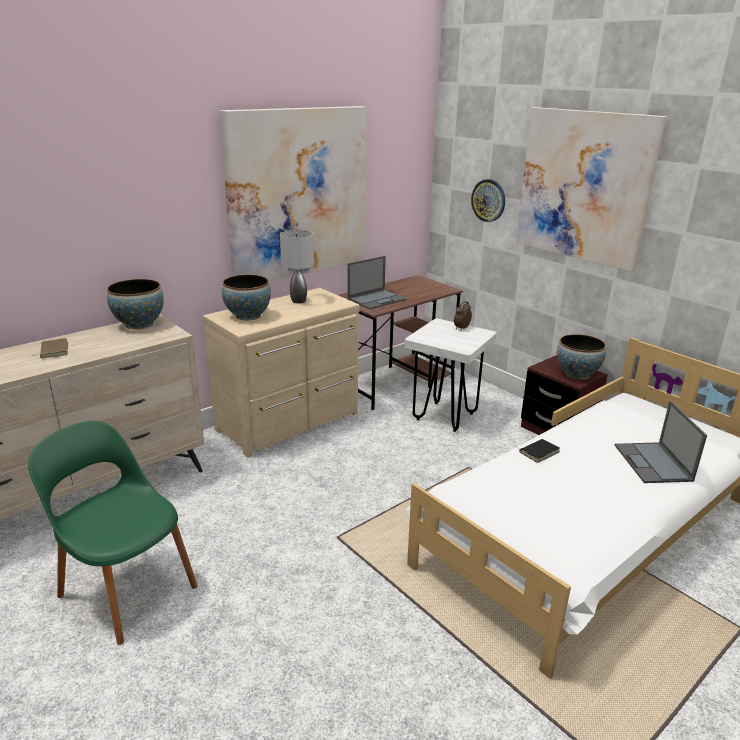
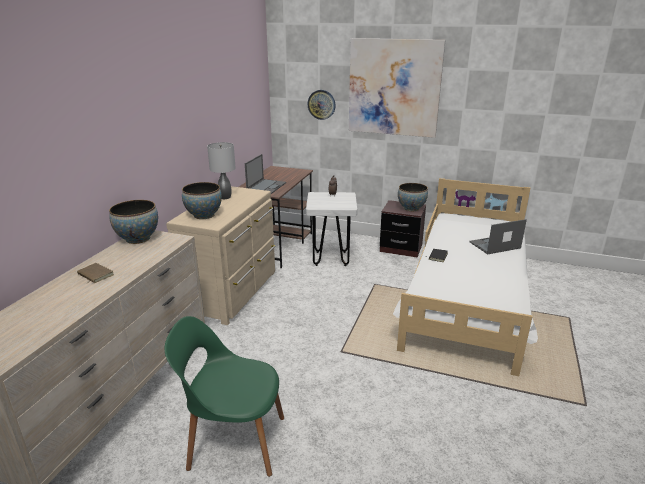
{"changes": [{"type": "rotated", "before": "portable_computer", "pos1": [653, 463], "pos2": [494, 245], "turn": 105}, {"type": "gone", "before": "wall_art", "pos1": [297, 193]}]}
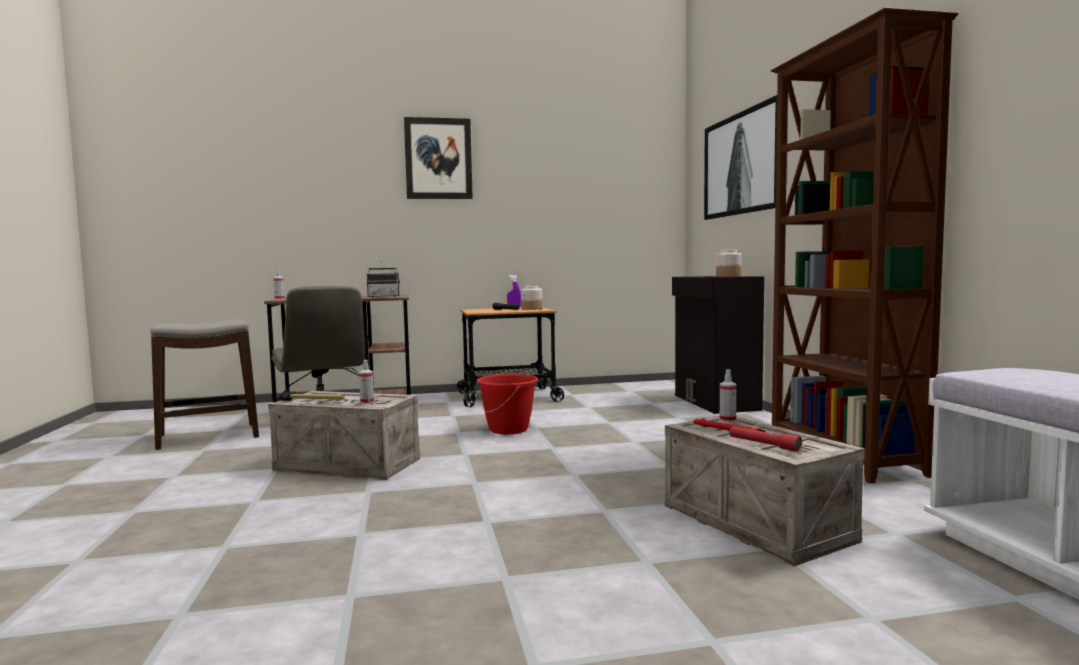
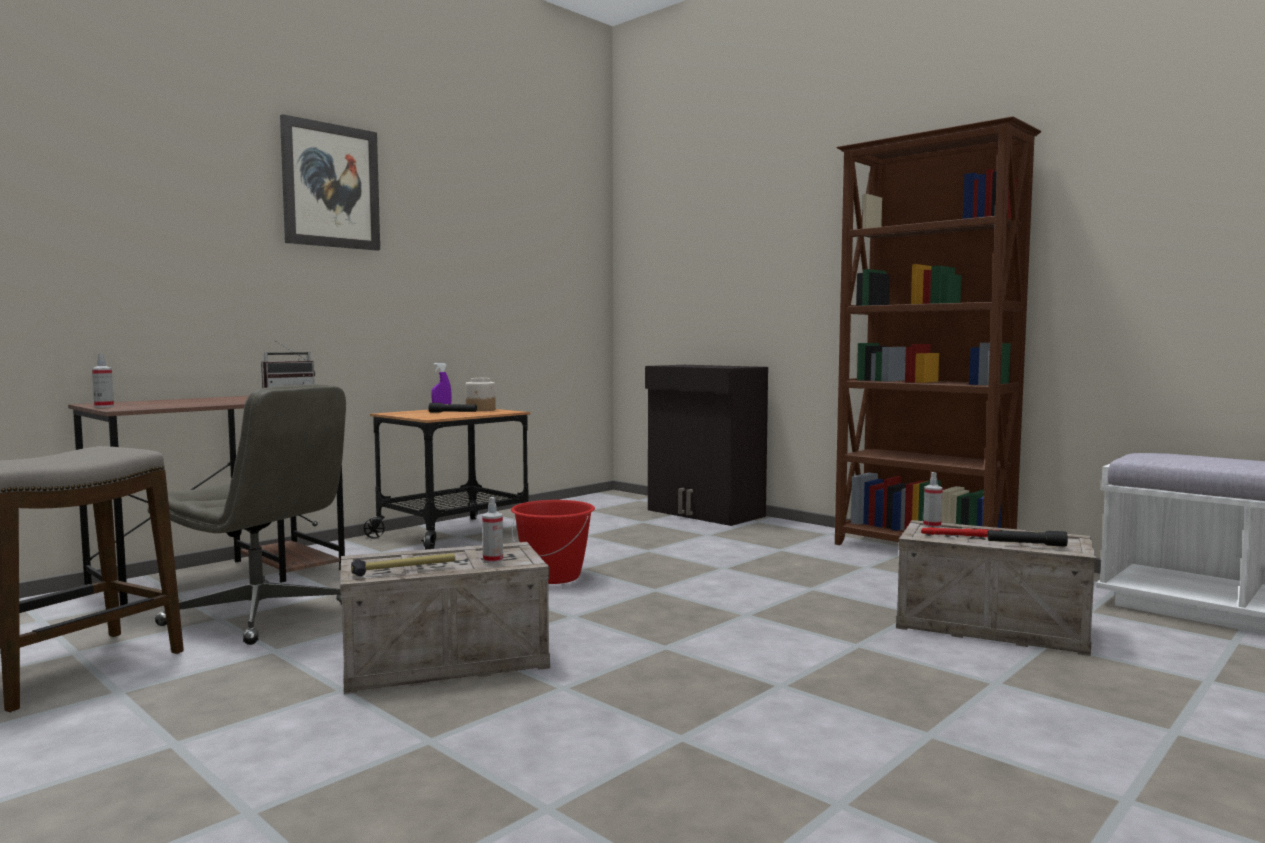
{"changes": [{"type": "repainted", "before": "red_flashlight", "after": "blackish_flashlight", "pos1": [763, 444], "pos2": [1026, 544]}, {"type": "gone", "before": "wall_art", "pos1": [740, 164]}, {"type": "gone", "before": "jar", "pos1": [728, 276]}]}
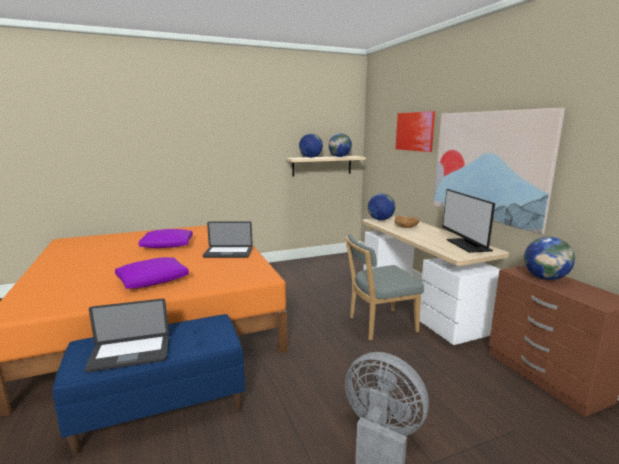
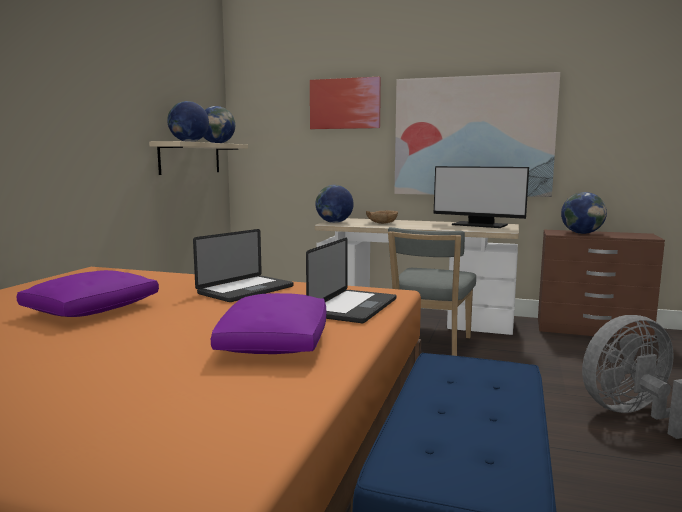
{"changes": [{"type": "shifted", "before": "portable_computer", "pos1": [130, 354], "pos2": [353, 307]}]}
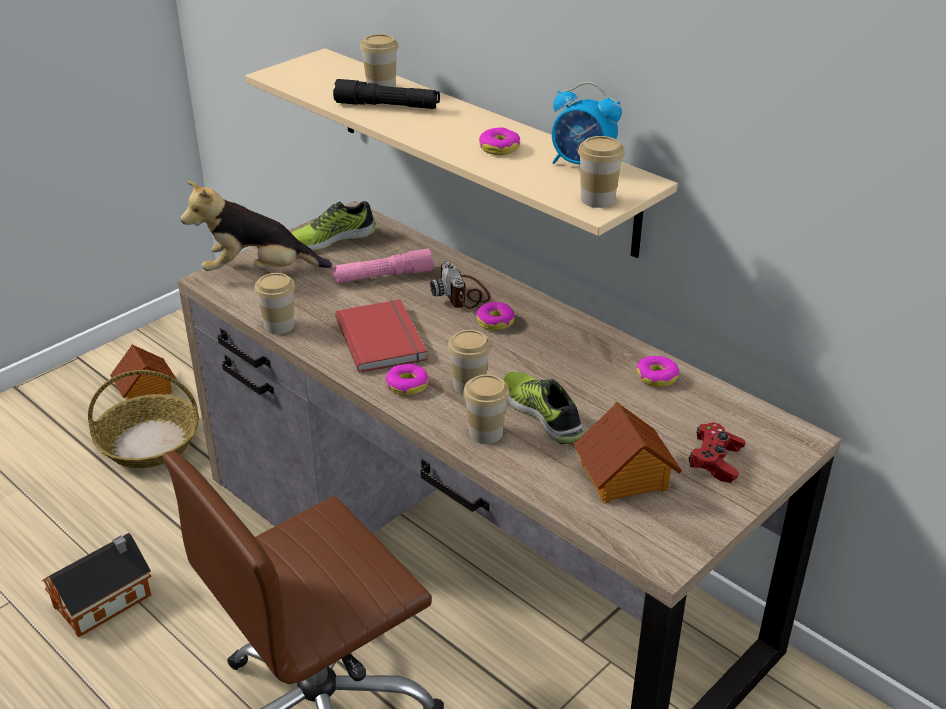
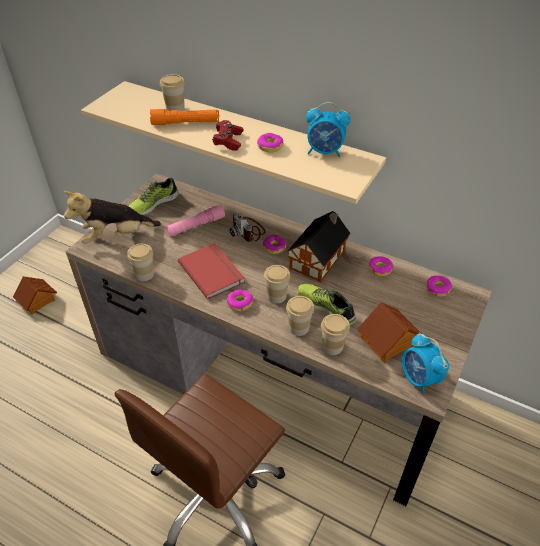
{"changes": [{"type": "repainted", "before": "blackish_flashlight", "after": "orange_flashlight", "pos1": [387, 106], "pos2": [185, 123]}, {"type": "shifted", "before": "red_game_controller", "pos1": [715, 461], "pos2": [228, 141]}, {"type": "shifted", "before": "model_house", "pos1": [107, 599], "pos2": [319, 258]}, {"type": "shifted", "before": "drinking_cup", "pos1": [597, 199], "pos2": [332, 346]}, {"type": "new", "after": "bedside_clock", "pos2": [419, 378]}, {"type": "new", "after": "ring_doughnut", "pos2": [437, 288]}, {"type": "gone", "before": "household_basket", "pos1": [148, 443]}]}
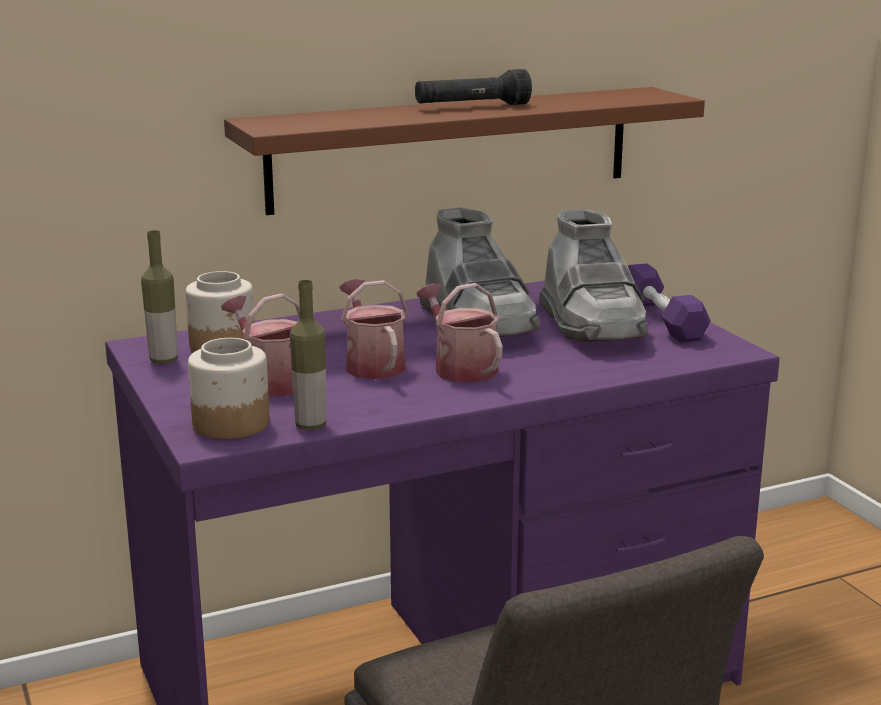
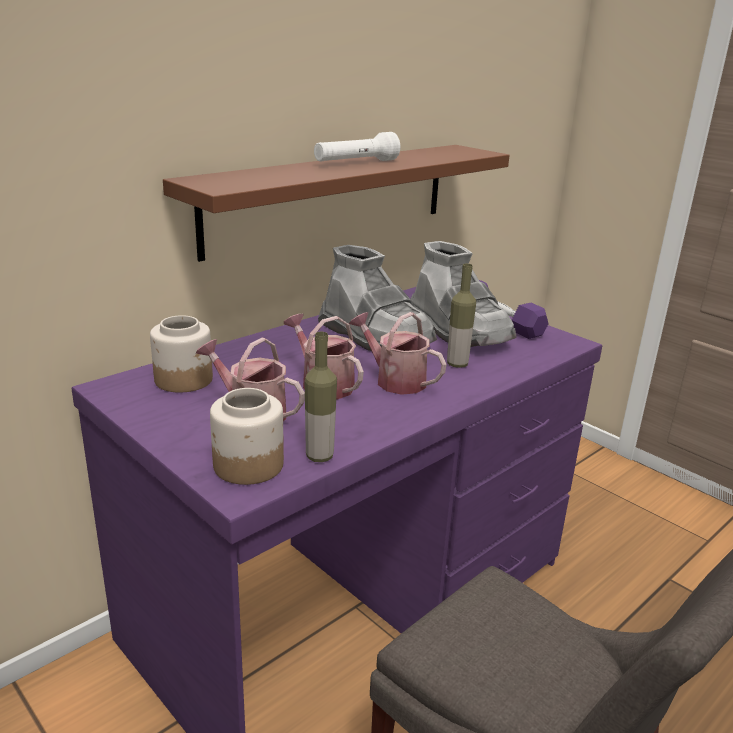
{"changes": [{"type": "repainted", "before": "blackish_flashlight", "after": "white-coloured_flashlight", "pos1": [472, 106], "pos2": [356, 163]}, {"type": "shifted", "before": "bottle", "pos1": [163, 360], "pos2": [457, 364]}]}
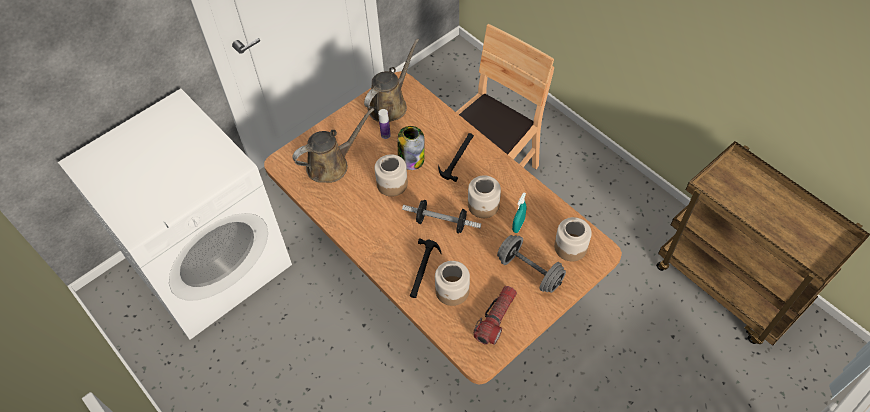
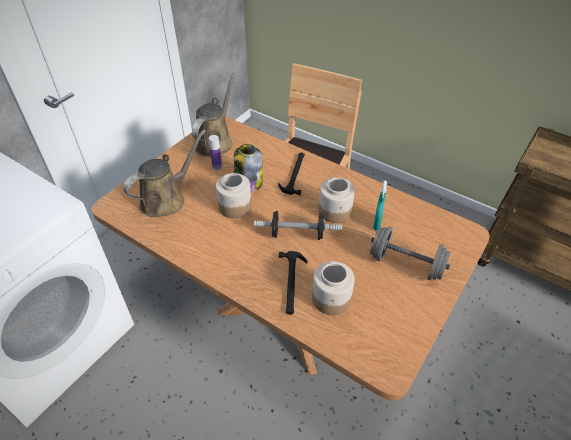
{"changes": [{"type": "gone", "before": "flashlight", "pos1": [496, 318]}, {"type": "gone", "before": "jar", "pos1": [570, 247]}]}
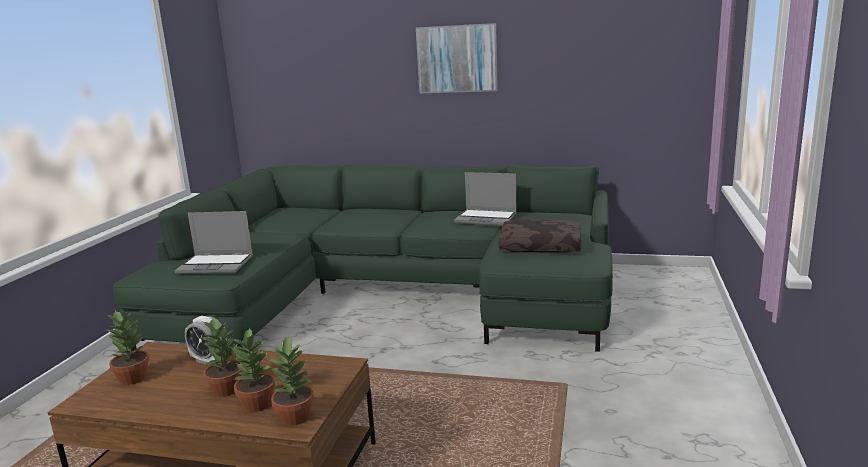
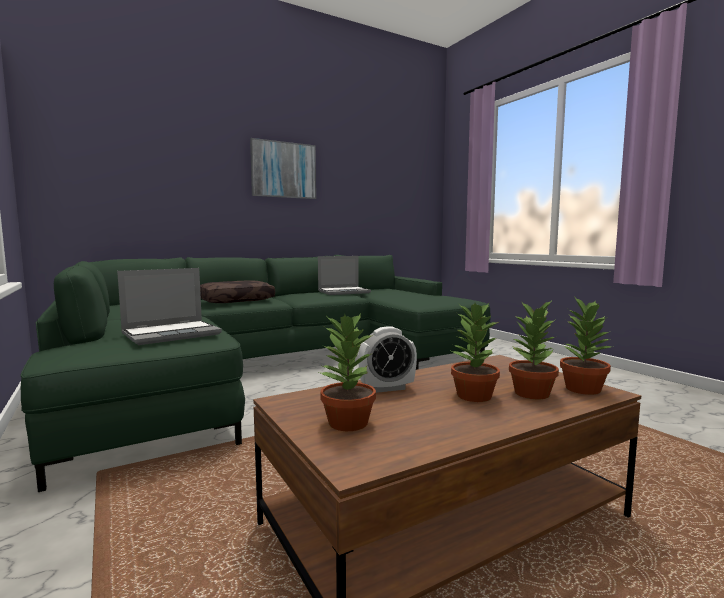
{"changes": [{"type": "shifted", "before": "brownish_cushion", "pos1": [541, 246], "pos2": [236, 300]}]}
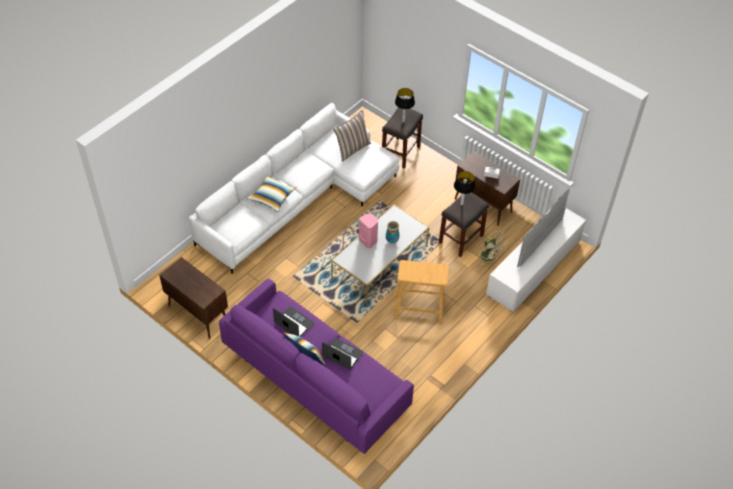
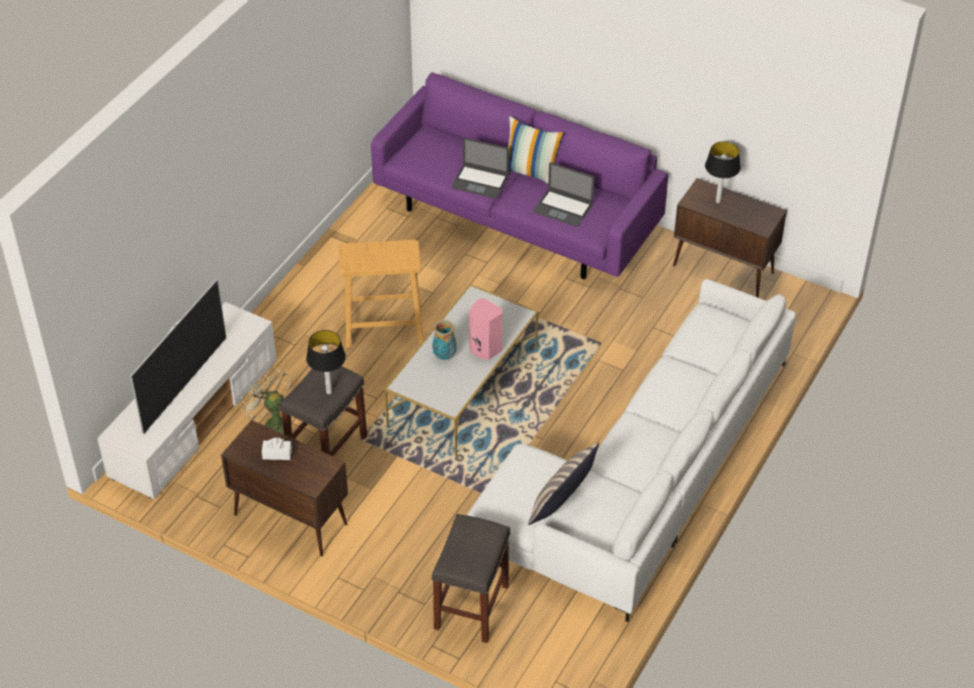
{"changes": [{"type": "shifted", "before": "tabletop_lamp", "pos1": [403, 121], "pos2": [717, 201]}, {"type": "gone", "before": "cushion", "pos1": [272, 197]}]}
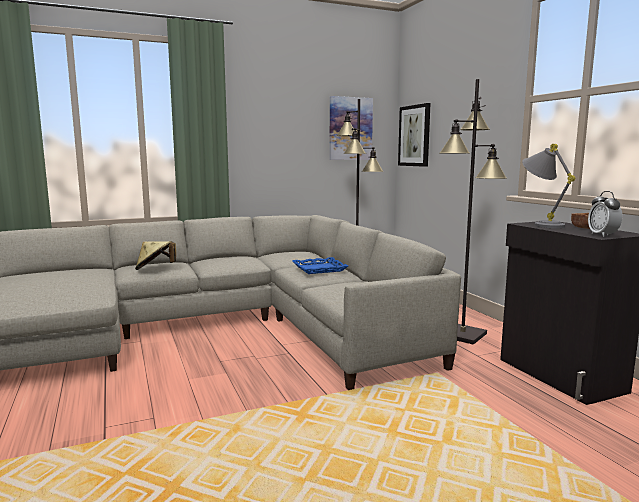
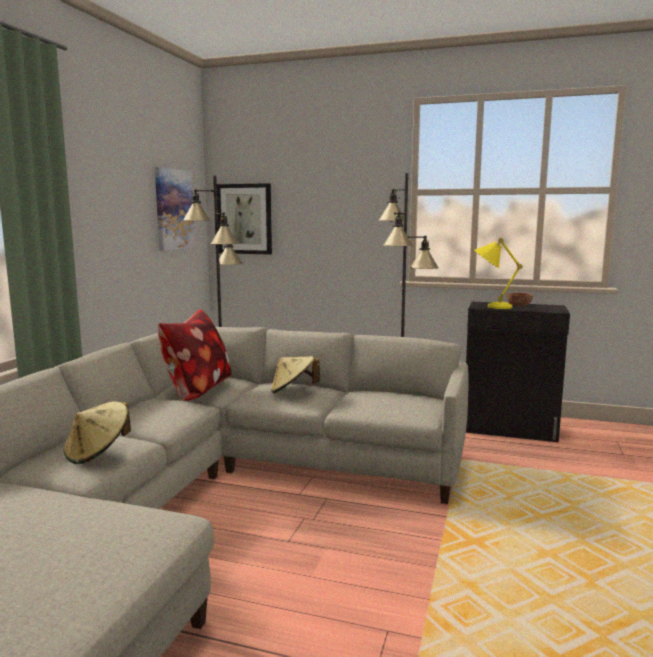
{"changes": [{"type": "new", "after": "cushion", "pos2": [197, 390]}, {"type": "swapped", "before": "blue-coloured_serving_tray", "after": "sand-coloured_hat", "pos1": [319, 269], "pos2": [293, 391]}, {"type": "repainted", "before": "greyish_tabletop_lamp", "after": "yellow-coloured_tabletop_lamp", "pos1": [541, 225], "pos2": [490, 306]}, {"type": "gone", "before": "bedside_clock", "pos1": [602, 235]}]}
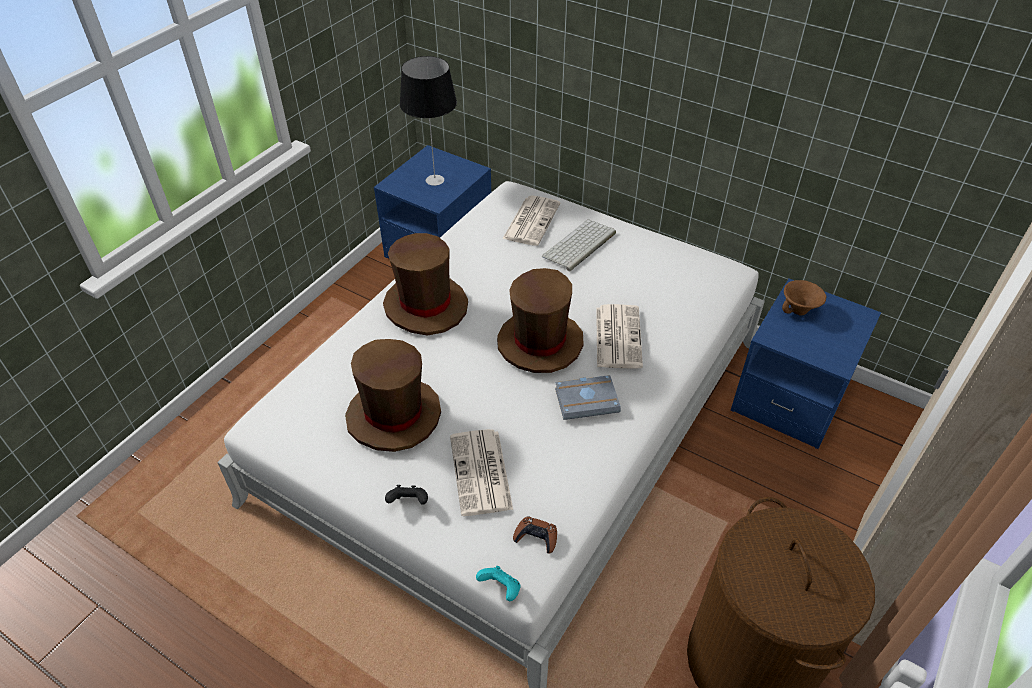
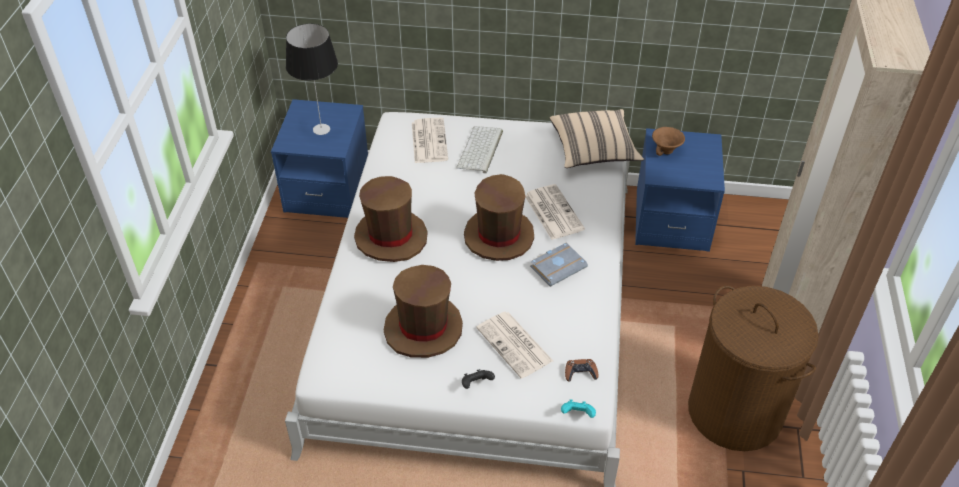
{"changes": [{"type": "new", "after": "sand-coloured_cushion", "pos2": [593, 150]}]}
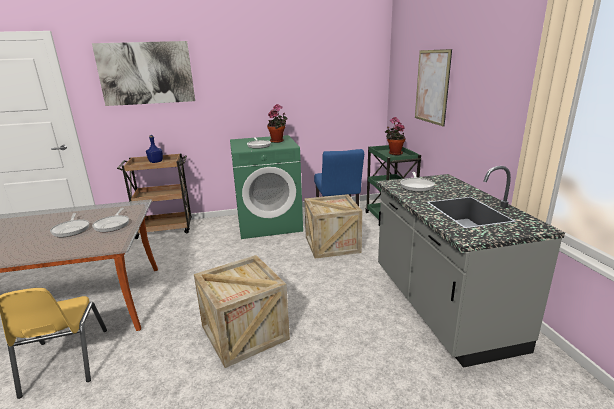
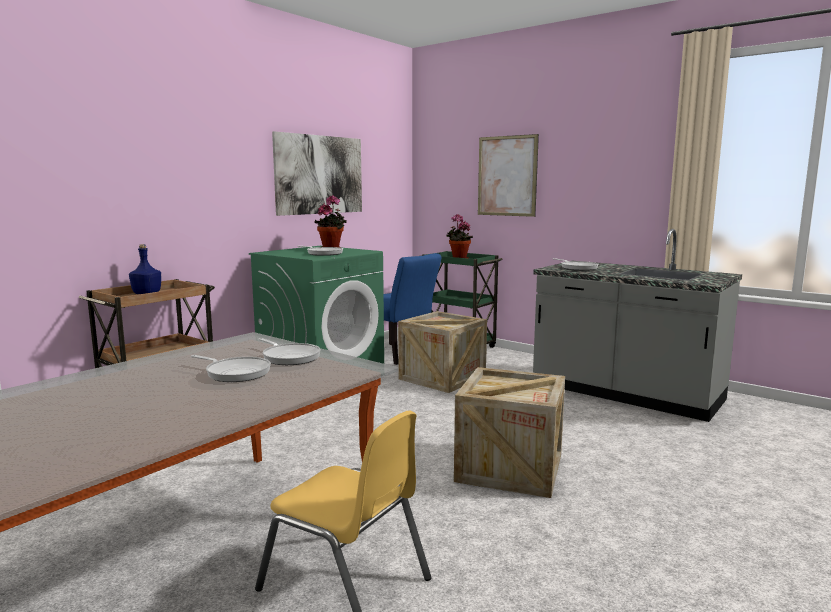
{"changes": [{"type": "shifted", "before": "wall_art", "pos1": [146, 73], "pos2": [320, 175]}]}
